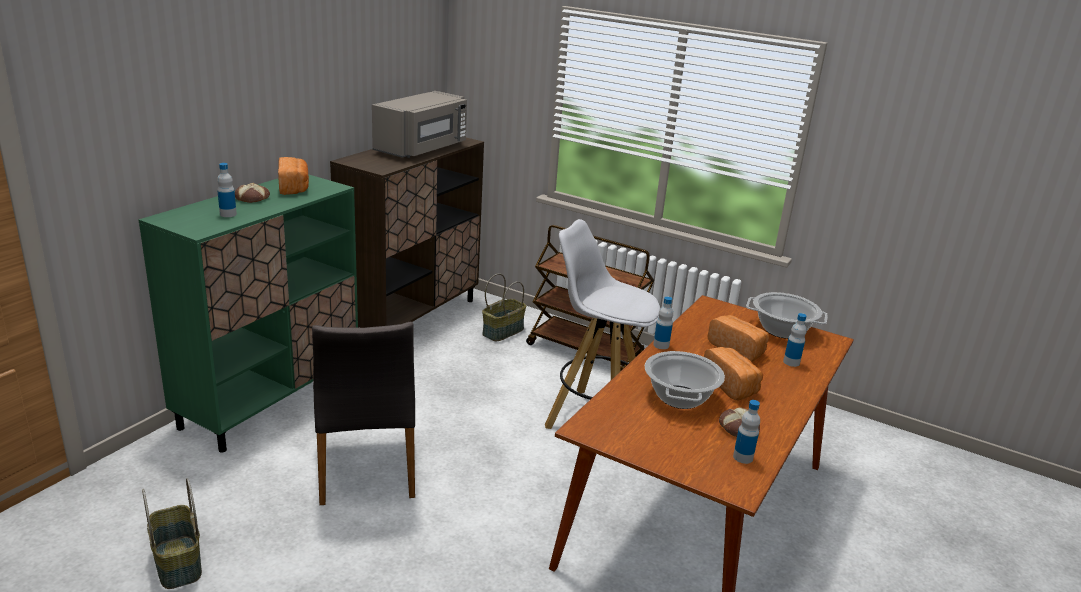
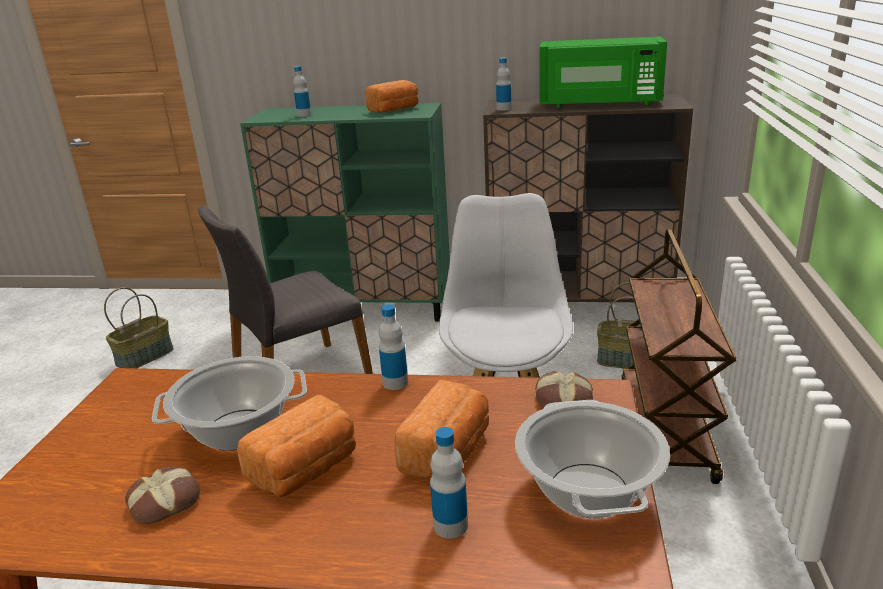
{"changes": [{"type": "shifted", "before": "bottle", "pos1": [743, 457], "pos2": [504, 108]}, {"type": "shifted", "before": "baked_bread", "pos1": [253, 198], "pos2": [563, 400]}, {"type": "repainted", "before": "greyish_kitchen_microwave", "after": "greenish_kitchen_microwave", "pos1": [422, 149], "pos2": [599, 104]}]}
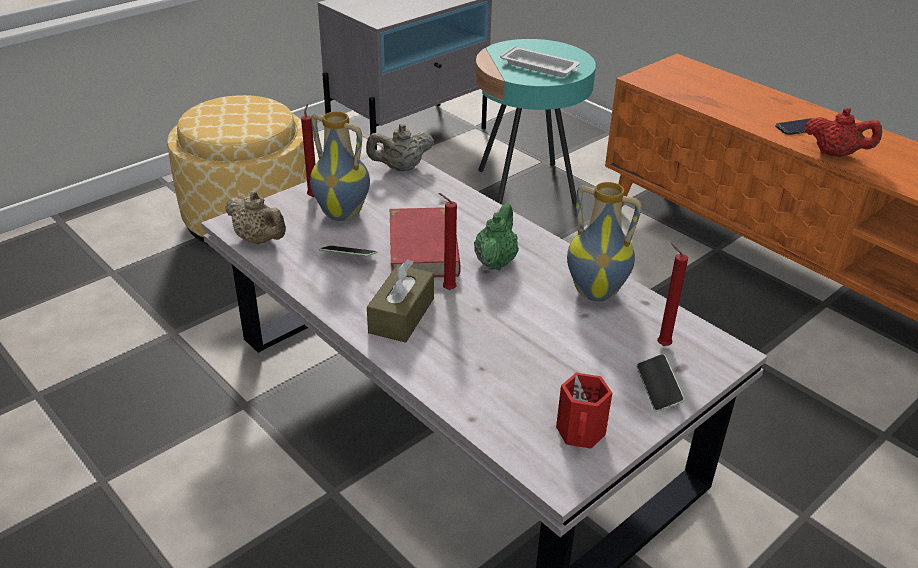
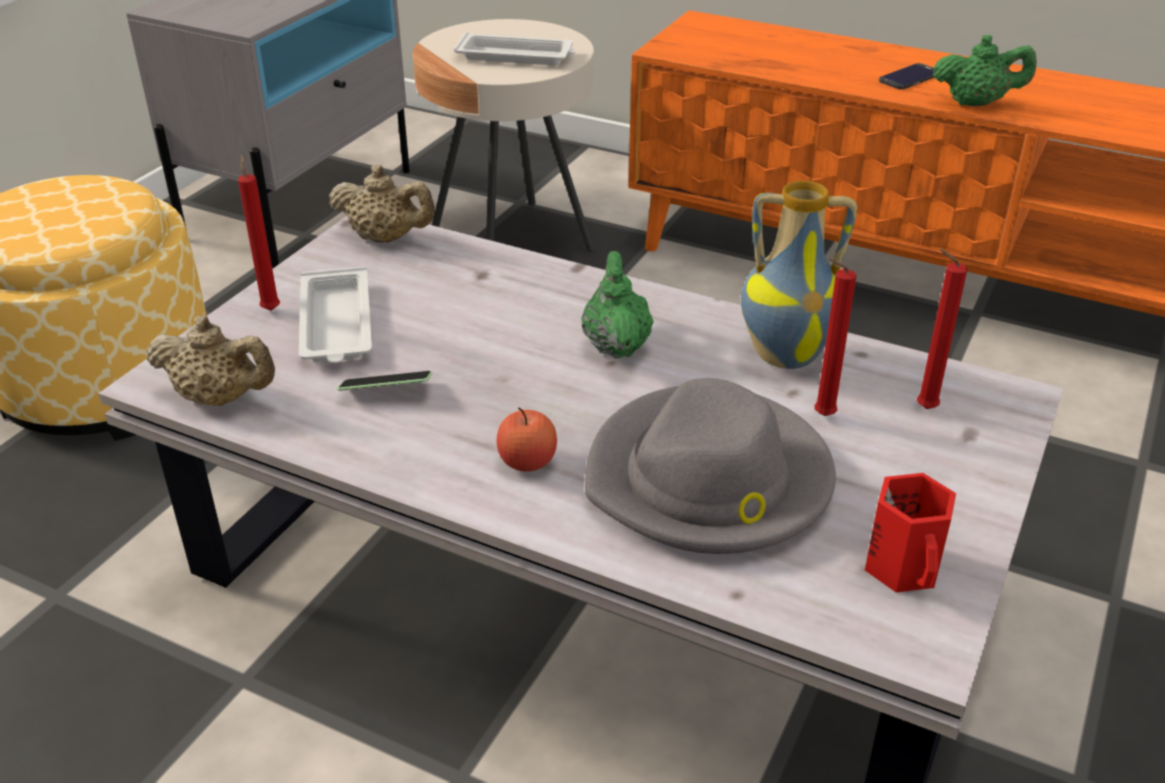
{"changes": [{"type": "swapped", "before": "decorative_vase", "after": "white-coloured_serving_tray", "pos1": [343, 213], "pos2": [336, 325]}, {"type": "rotated", "before": "sand-coloured_tea_pot", "pos1": [401, 168], "pos2": [386, 238], "turn": -120}, {"type": "repainted", "before": "blue-green_accent_table", "after": "sand-coloured_accent_table", "pos1": [526, 187], "pos2": [511, 242]}, {"type": "swapped", "before": "brownish_tissue_box", "after": "apple", "pos1": [401, 315], "pos2": [527, 462]}, {"type": "new", "after": "greyish_hat", "pos2": [709, 479]}, {"type": "shifted", "before": "red_candle", "pos1": [447, 289], "pos2": [820, 416]}, {"type": "repainted", "before": "red_tea_pot", "after": "greenish_tea_pot", "pos1": [835, 154], "pos2": [976, 103]}, {"type": "gone", "before": "red_book", "pos1": [424, 248]}, {"type": "gone", "before": "telephone", "pos1": [658, 389]}]}
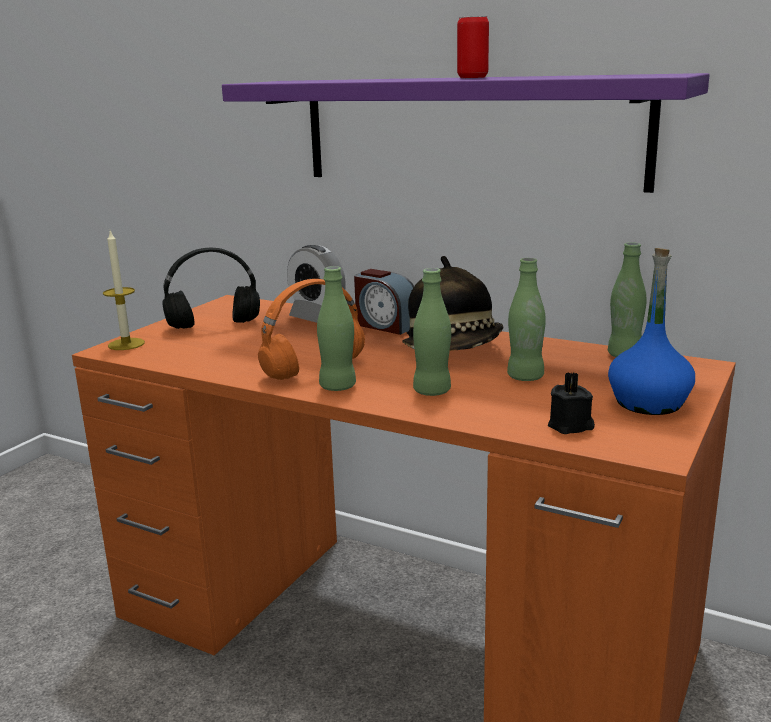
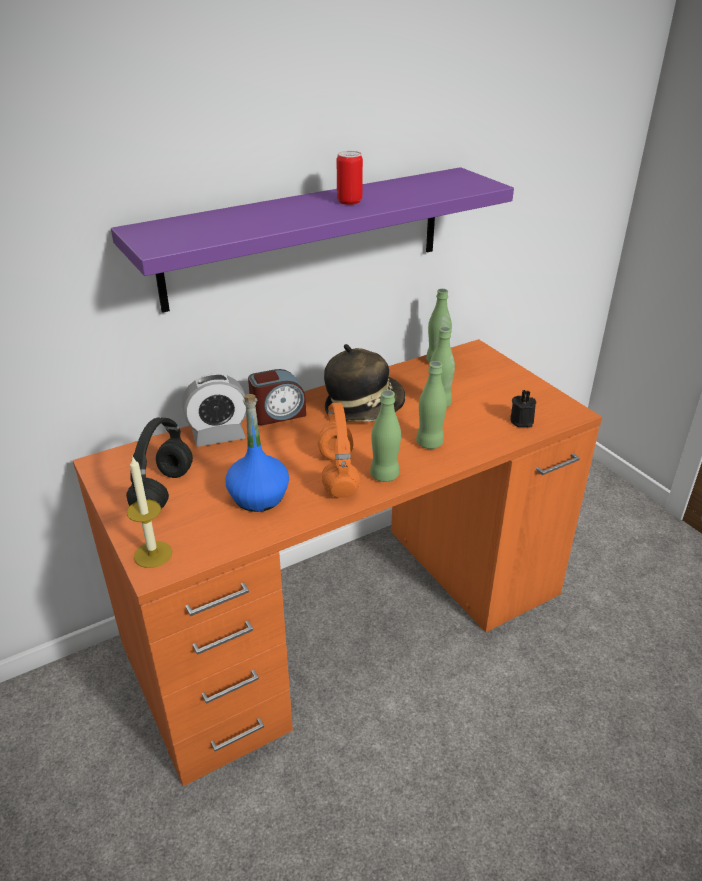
{"changes": [{"type": "shifted", "before": "blue-coloured_bottle", "pos1": [648, 403], "pos2": [258, 497]}]}
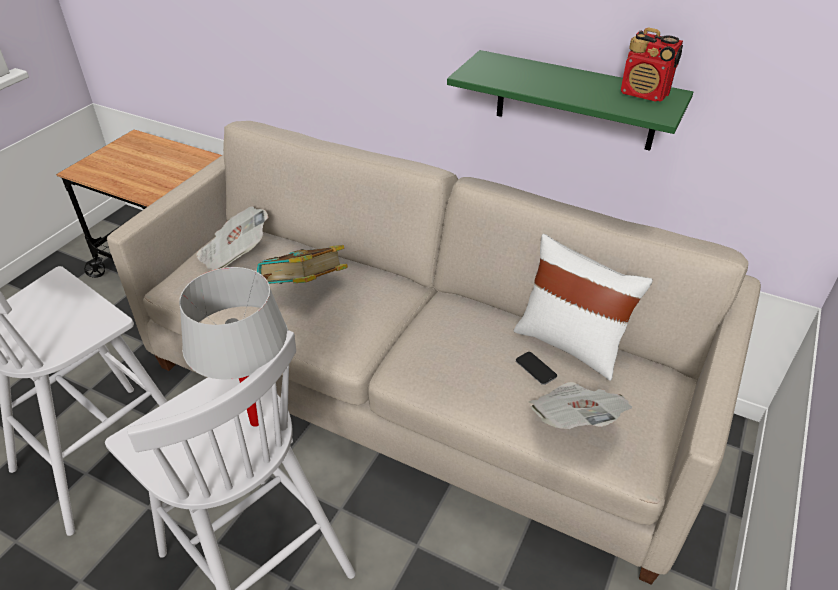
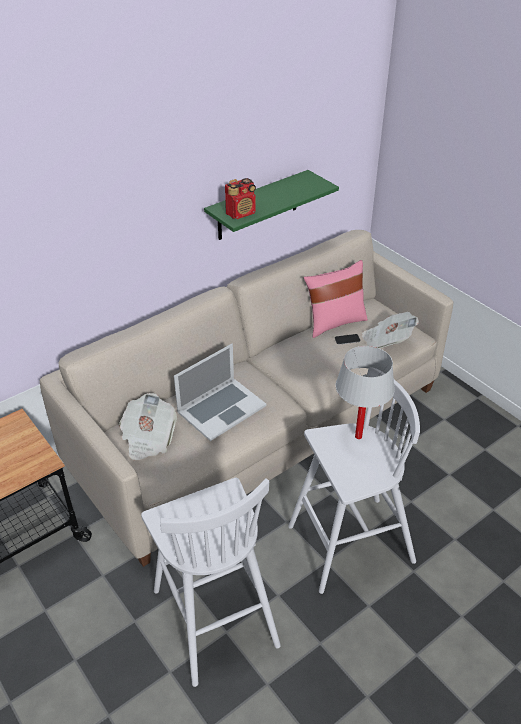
{"changes": [{"type": "swapped", "before": "book", "after": "portable_computer", "pos1": [305, 289], "pos2": [221, 408]}, {"type": "shifted", "before": "radio_set", "pos1": [644, 94], "pos2": [241, 213]}, {"type": "repainted", "before": "white-coloured_cushion", "after": "pink-coloured_cushion", "pos1": [570, 344], "pos2": [334, 322]}]}
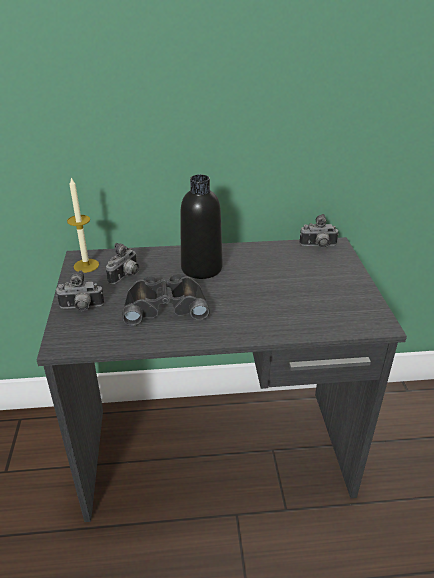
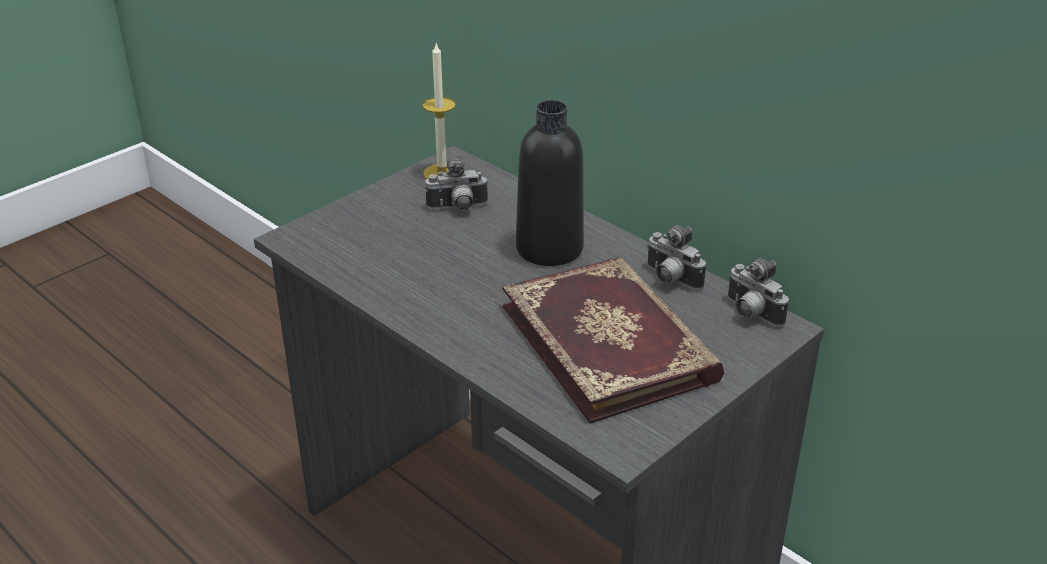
{"changes": [{"type": "new", "after": "book", "pos2": [611, 341]}, {"type": "shifted", "before": "still_camera", "pos1": [81, 308], "pos2": [670, 280]}, {"type": "gone", "before": "blackish_binoculars", "pos1": [165, 305]}]}
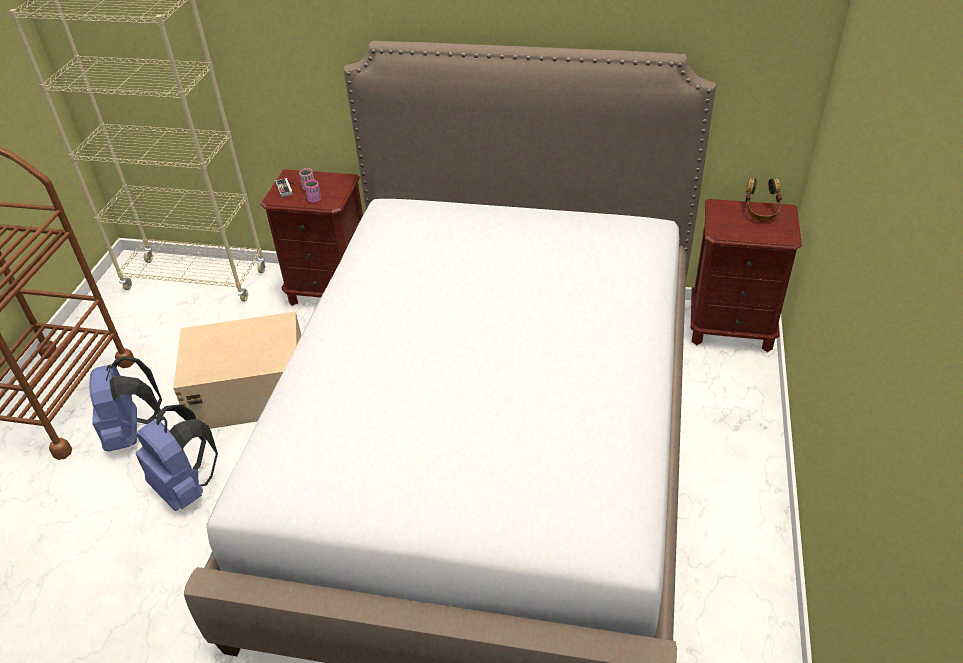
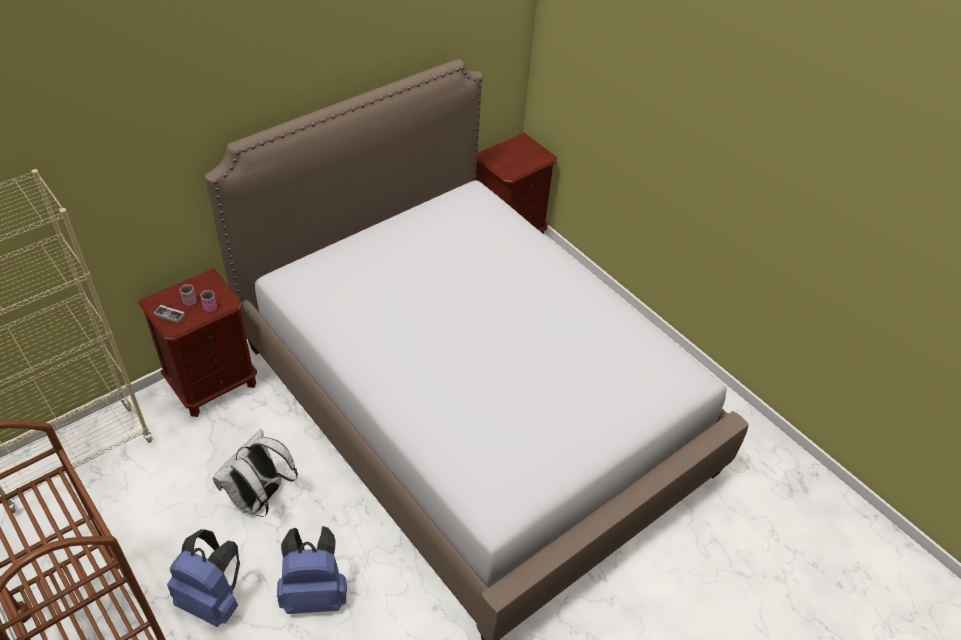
{"changes": [{"type": "swapped", "before": "sand-coloured_storage_bin", "after": "white-coloured_rucksack", "pos1": [249, 391], "pos2": [260, 498]}, {"type": "gone", "before": "headphones", "pos1": [760, 212]}]}
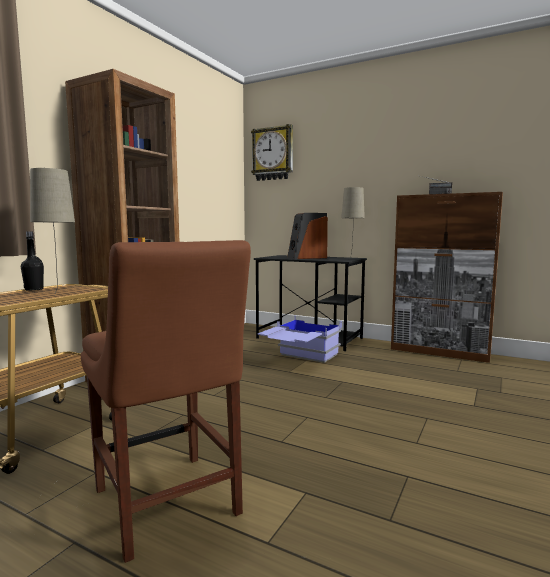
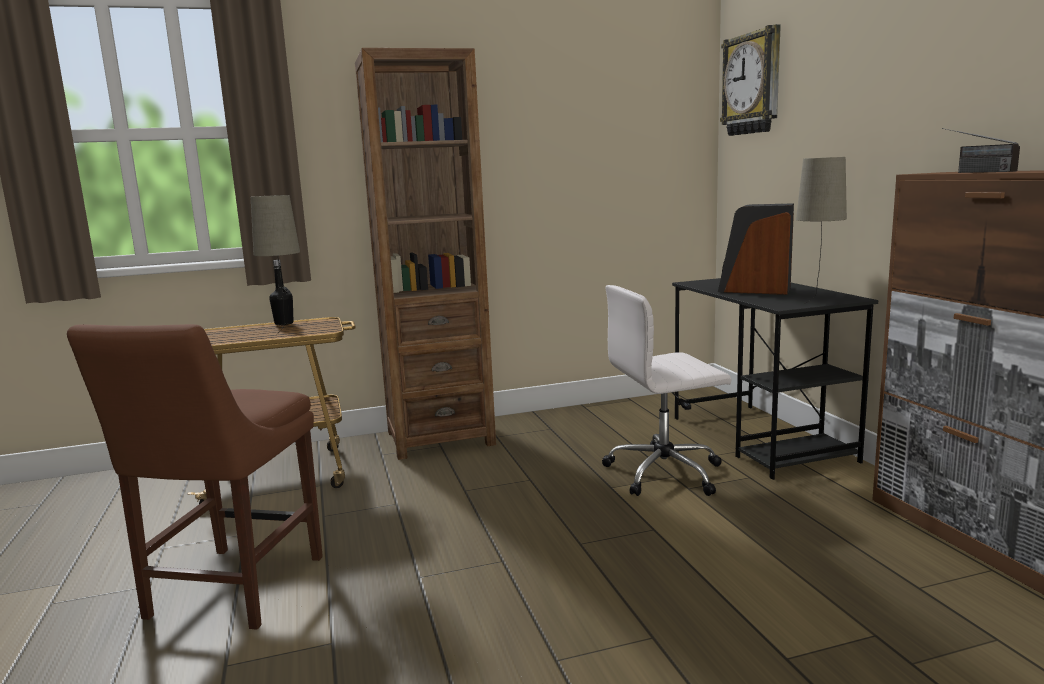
{"changes": [{"type": "swapped", "before": "blue-coloured_storage_bin", "after": "white-coloured_computer_chair", "pos1": [300, 359], "pos2": [666, 472]}]}
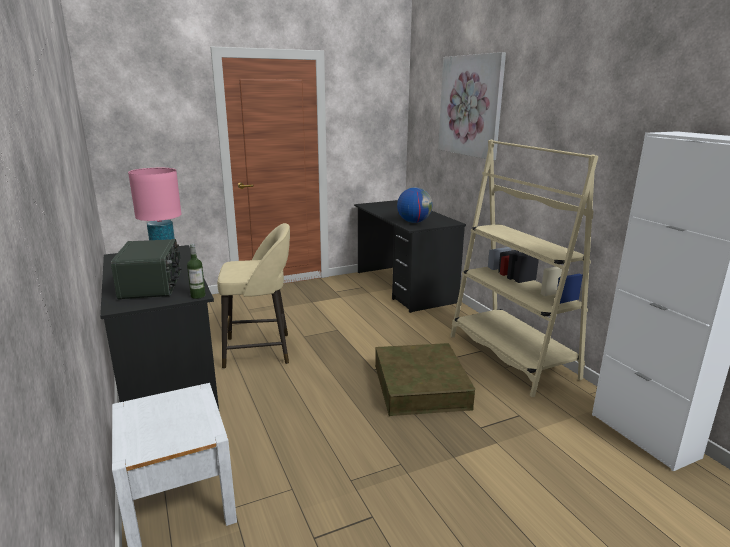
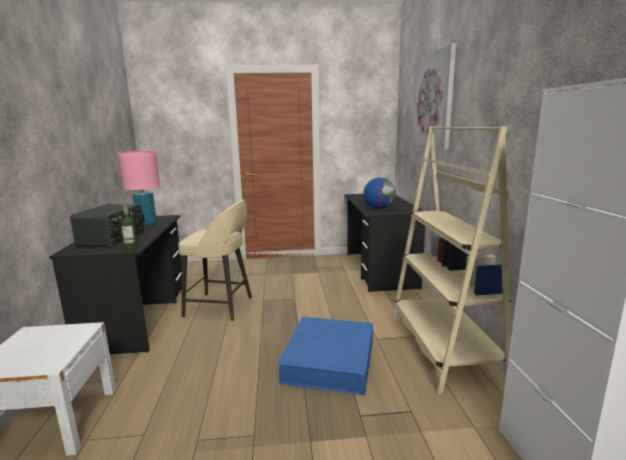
{"changes": [{"type": "repainted", "before": "brownish_storage_bin", "after": "blue-coloured_storage_bin", "pos1": [421, 386], "pos2": [330, 361]}]}
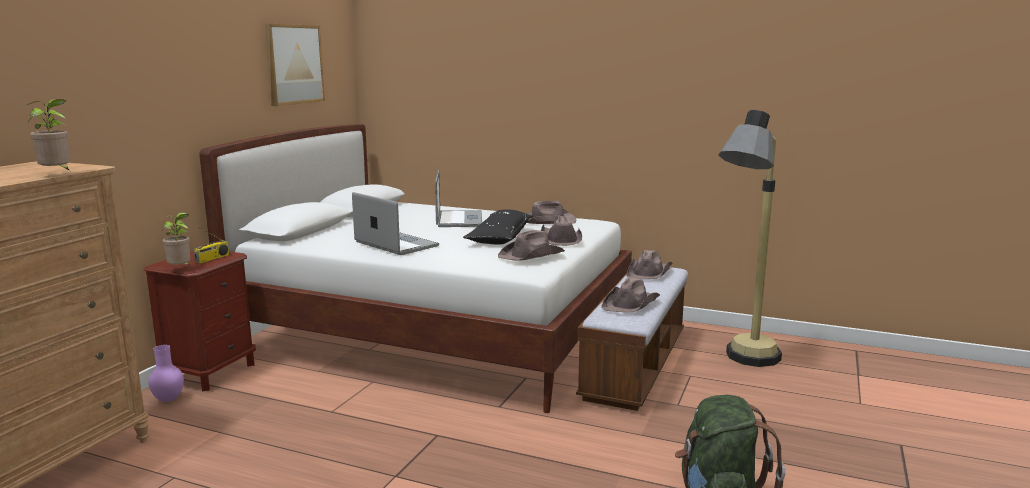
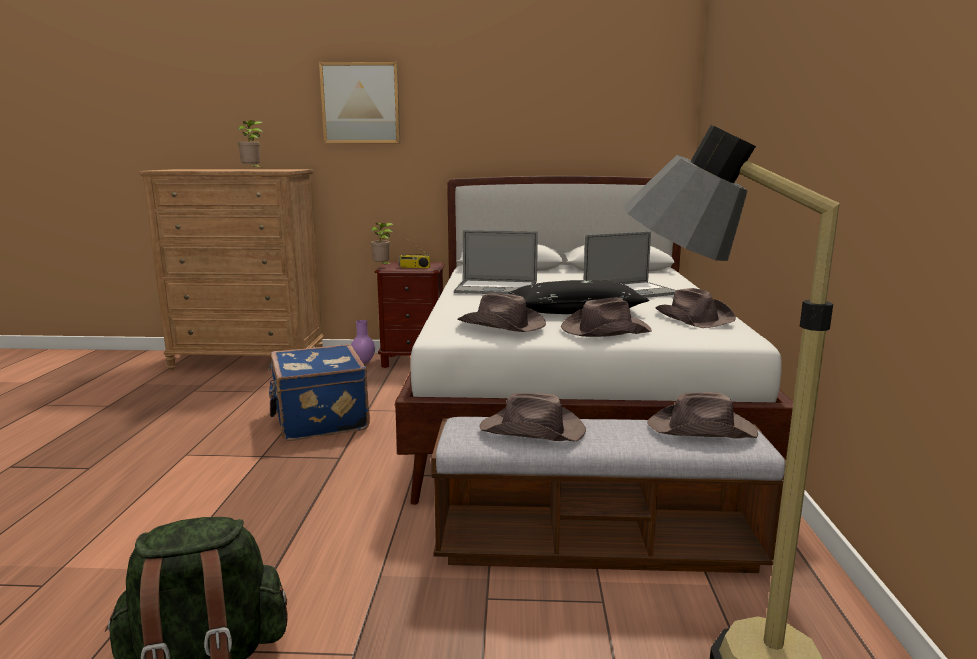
{"changes": [{"type": "new", "after": "blue-coloured_piece_of_luggage", "pos2": [319, 420]}, {"type": "shifted", "before": "wall_art", "pos1": [294, 64], "pos2": [361, 103]}, {"type": "rotated", "before": "portable_computer", "pos1": [396, 244], "pos2": [496, 289], "turn": 75}]}
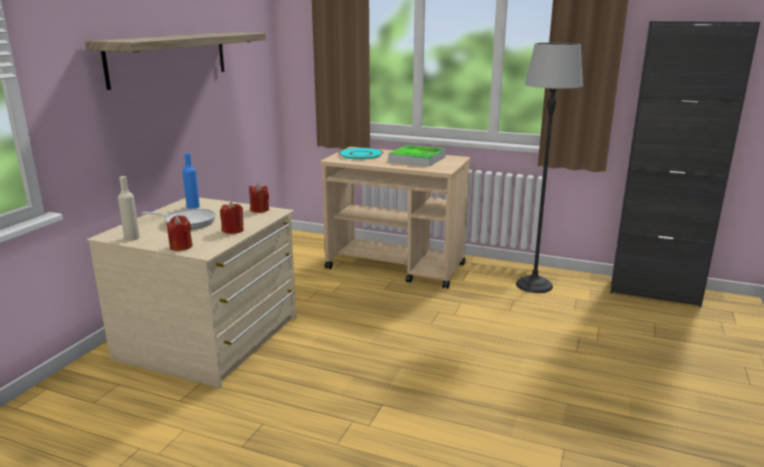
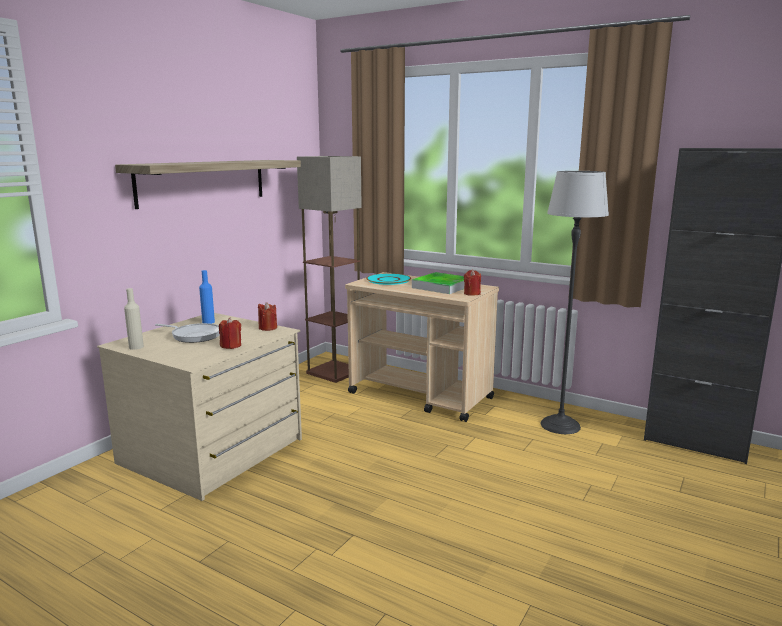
{"changes": [{"type": "new", "after": "standing_lamp", "pos2": [335, 372]}, {"type": "shifted", "before": "red_candle", "pos1": [181, 247], "pos2": [472, 293]}]}
